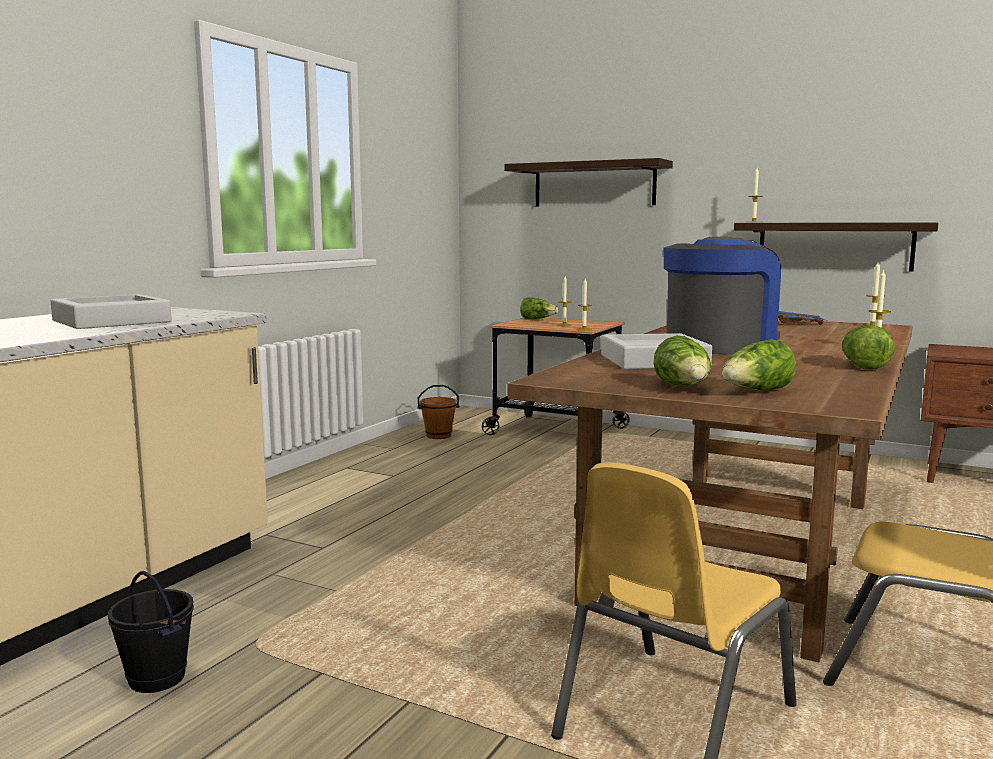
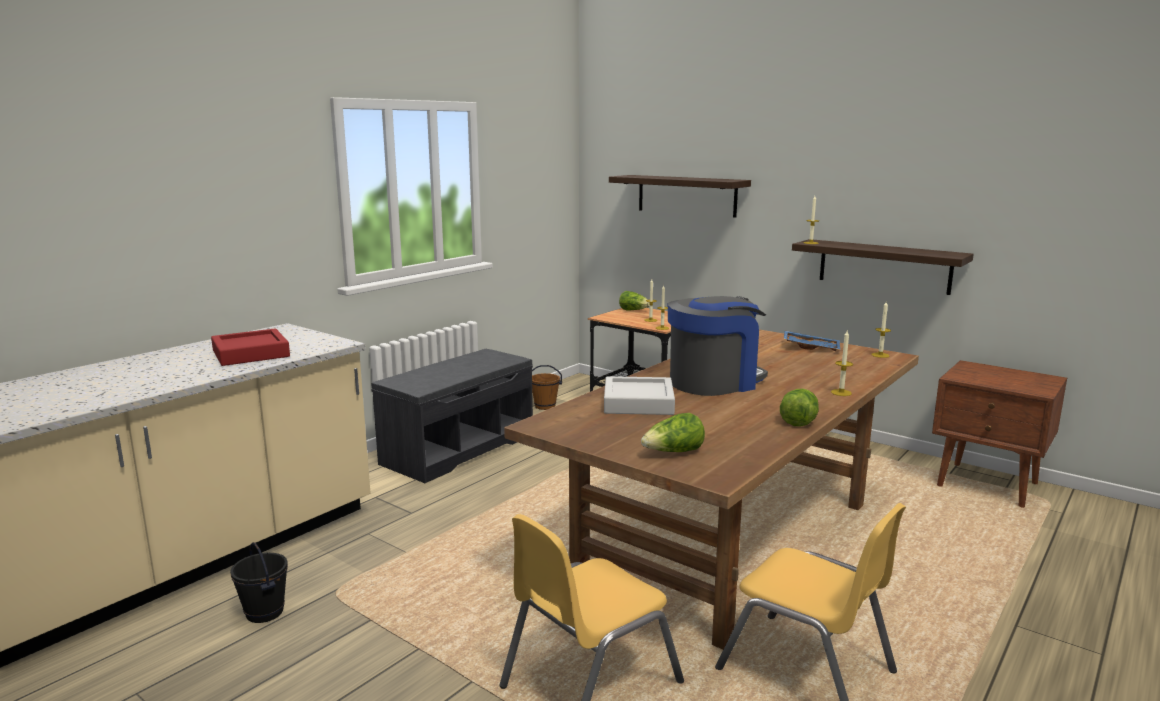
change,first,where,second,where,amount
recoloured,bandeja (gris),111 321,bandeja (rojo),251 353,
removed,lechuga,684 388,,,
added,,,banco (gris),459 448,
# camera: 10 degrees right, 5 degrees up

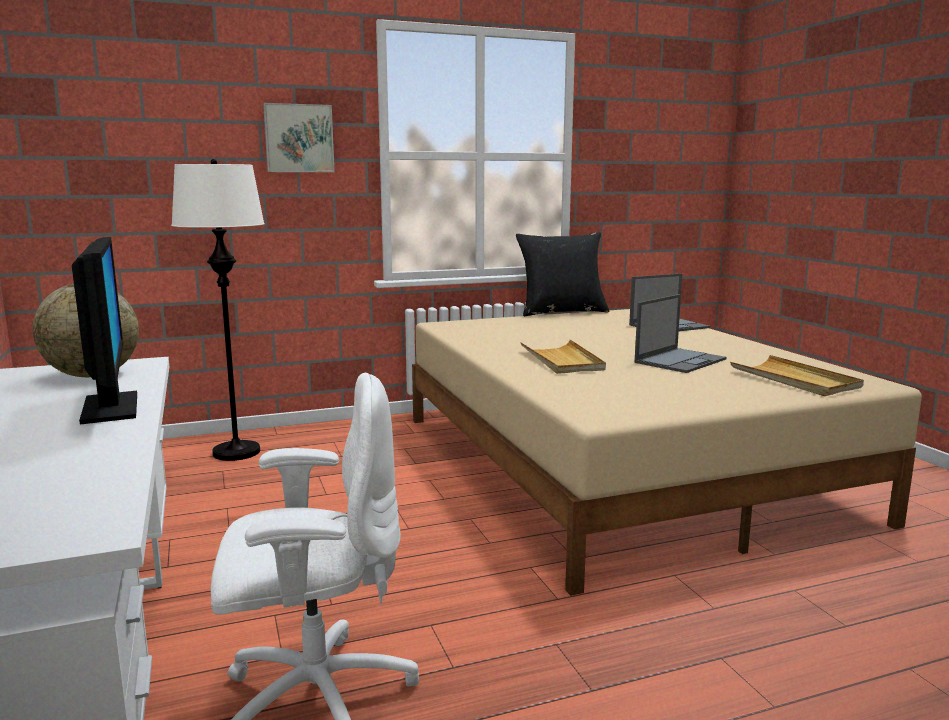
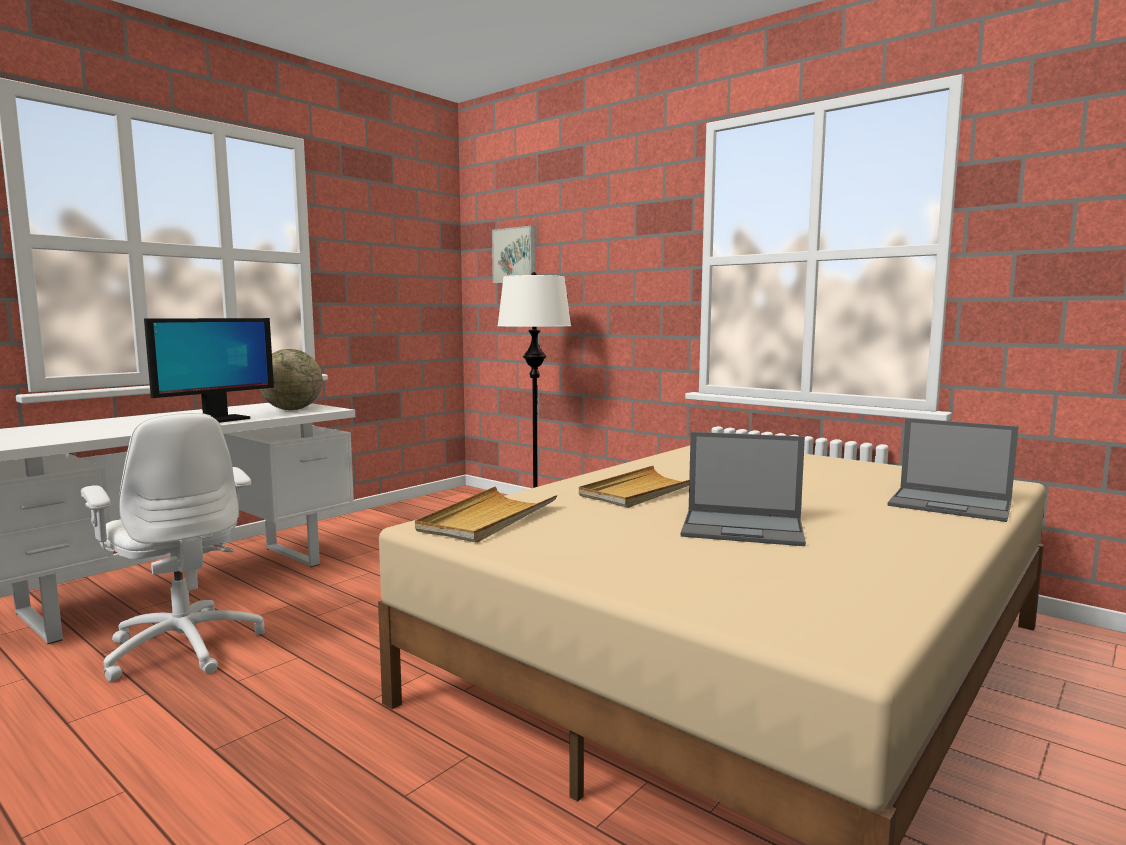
change,first,where,second,where,amount
moved,cuadro,299 138,,515 255,
removed,cojín (negro),561 312,,,
moved,bandeja (beis),795 380,,487 519,
# camera: 60 degrees right, 5 degrees down

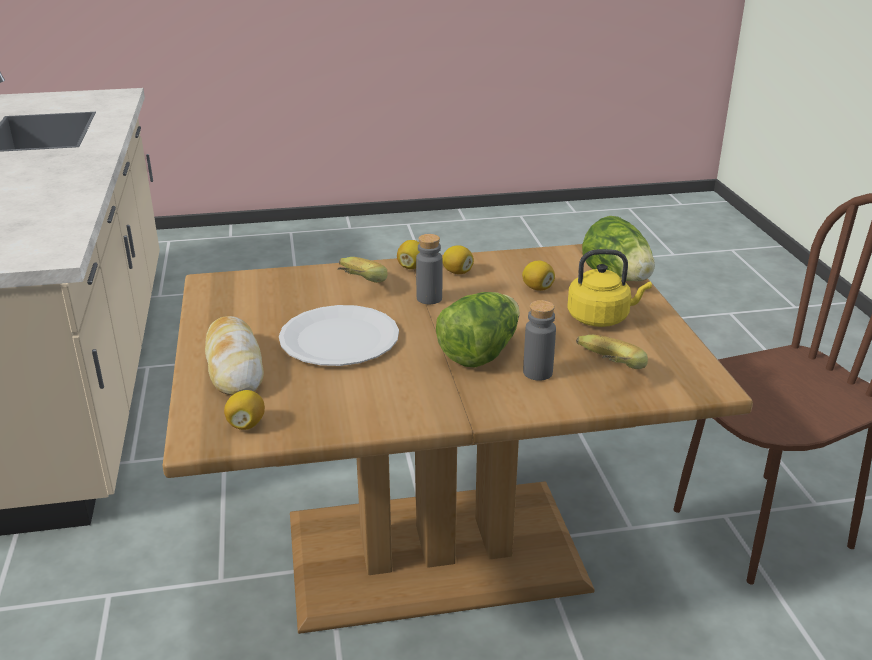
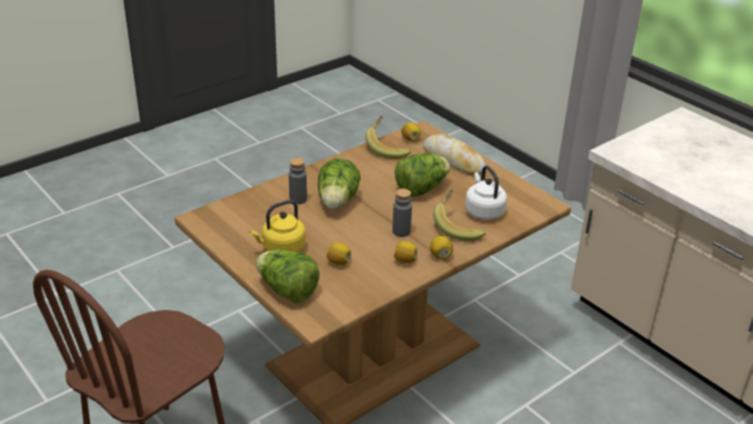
change,first,where,second,where,amount
replaced,plato (blanco),339 339,lechuga,421 189,
moved,plátano,602 371,,388 148,
added,,,hervidor (blanco),483 211,
# camera: 150 degrees right, 5 degrees up

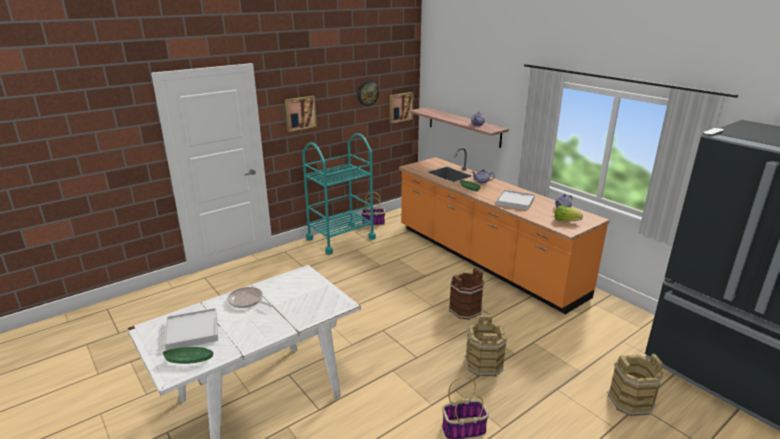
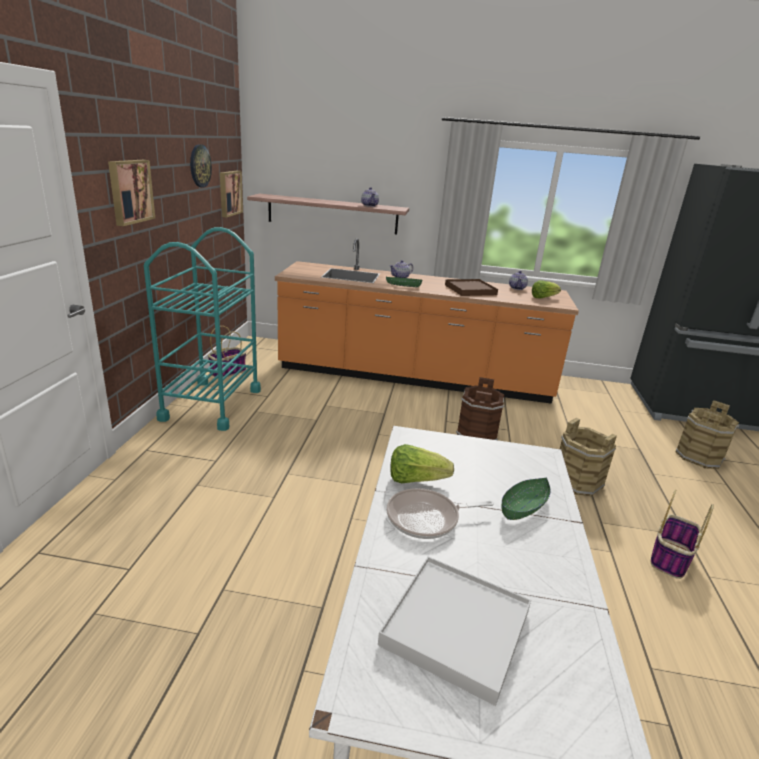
change,first,where,second,where,amount
recoloured,bandeja (blanco),515 201,bandeja (marrón),470 290,
moved,cuenco (verde),189 360,,524 506,
added,,,lechuga,415 479,
# camera: 45 degrees left, 0 degrees up

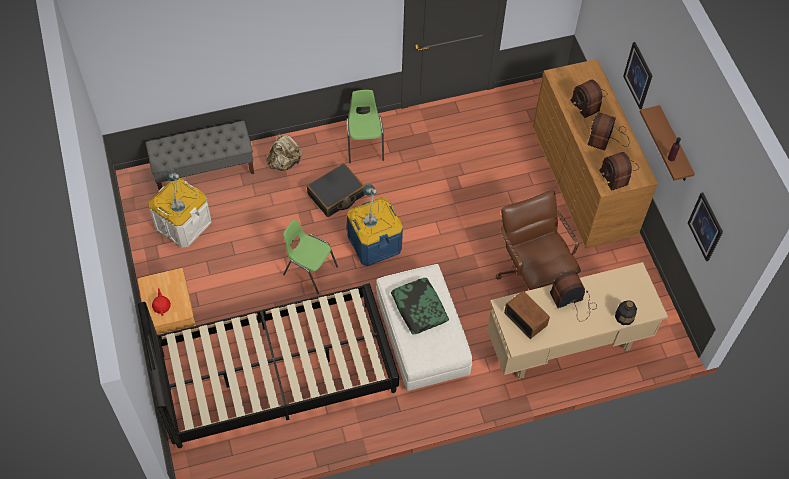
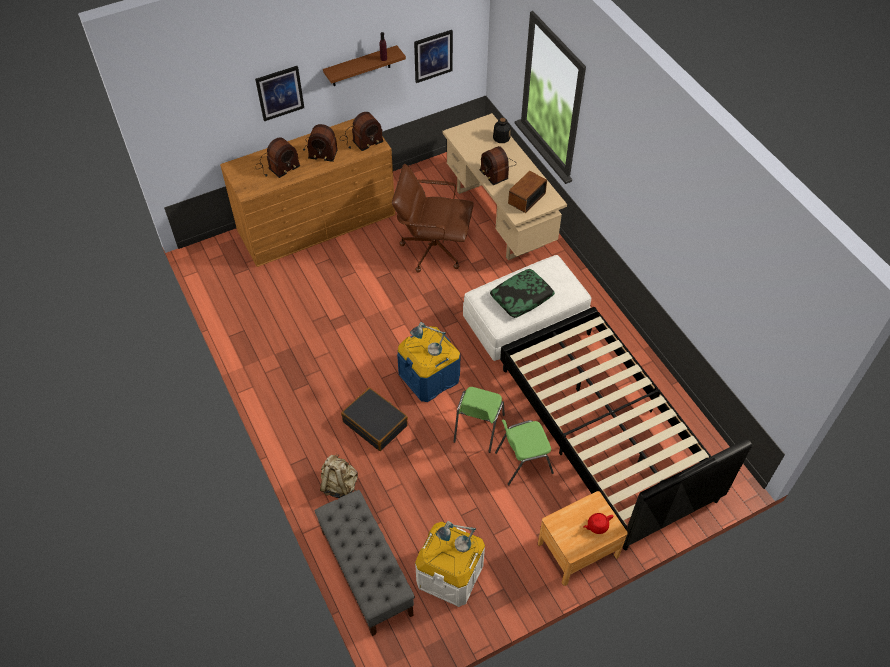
change,first,where,second,where,amount
moved,silla (verde),365 145,,523 462,
turned,silla de oficina (marrón),532 274,,433 248,45 degrees clockwise
# camera: 100 degrees left, 5 degrees down

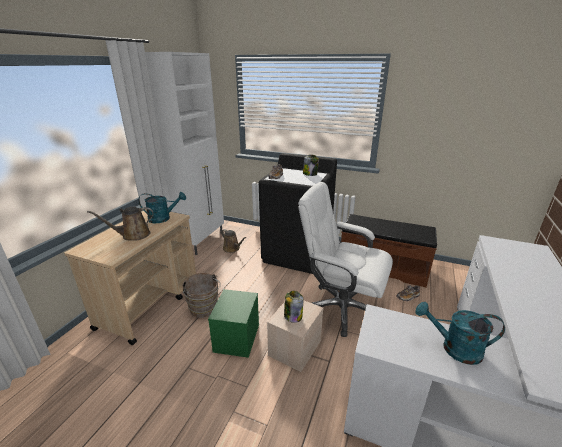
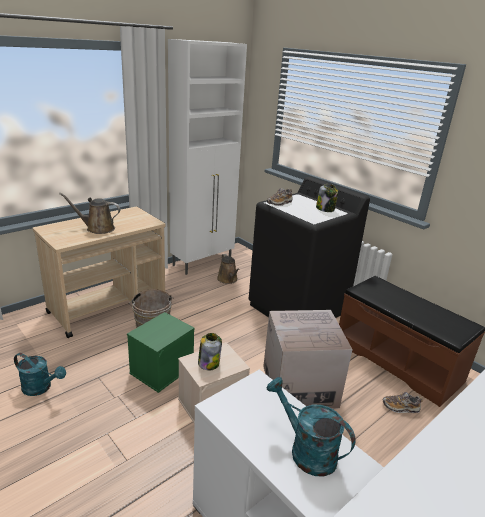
change,first,where,second,where,amount
replaced,silla de oficina (blanco),341 308,caja de cartón,299 386,
moved,regadera (turquesa),163 218,,41 388,
# camera: 25 degrees right, 0 degrees up

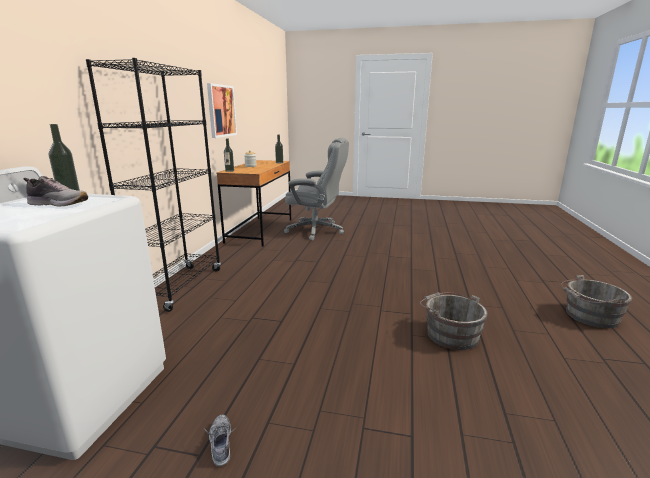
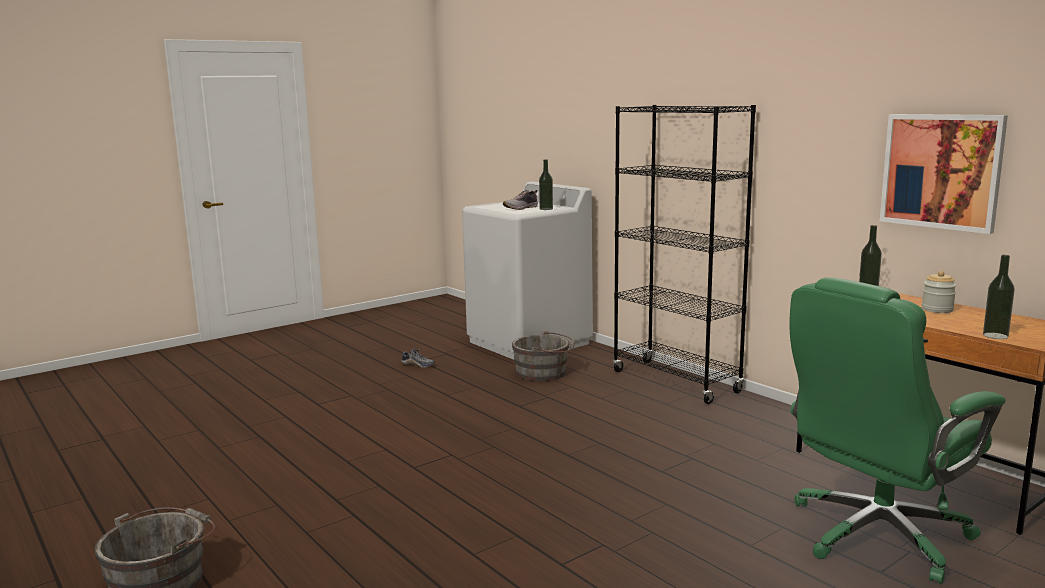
change,first,where,second,where,amount
recoloured,silla de oficina (gris),316 230,silla de oficina (verde),876 535,
moved,cubo (gris),449 334,,544 373,
# camera: 130 degrees right, 5 degrees down

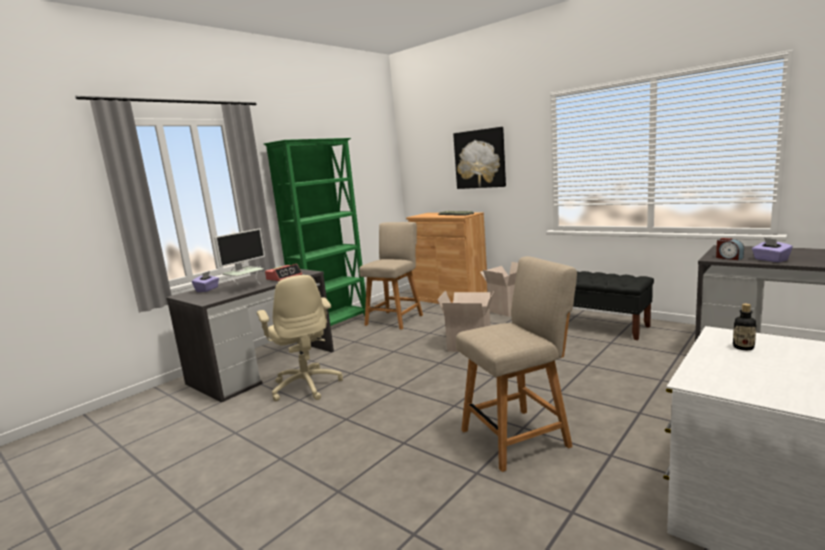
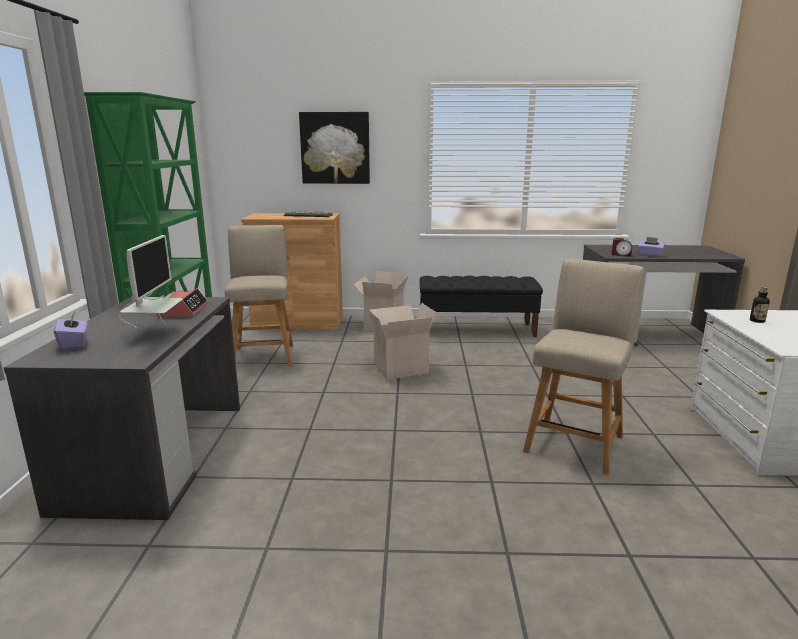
change,first,where,second,where,amount
removed,silla de oficina (beis),306 386,,,
# camera: 40 degrees left, 5 degrees up

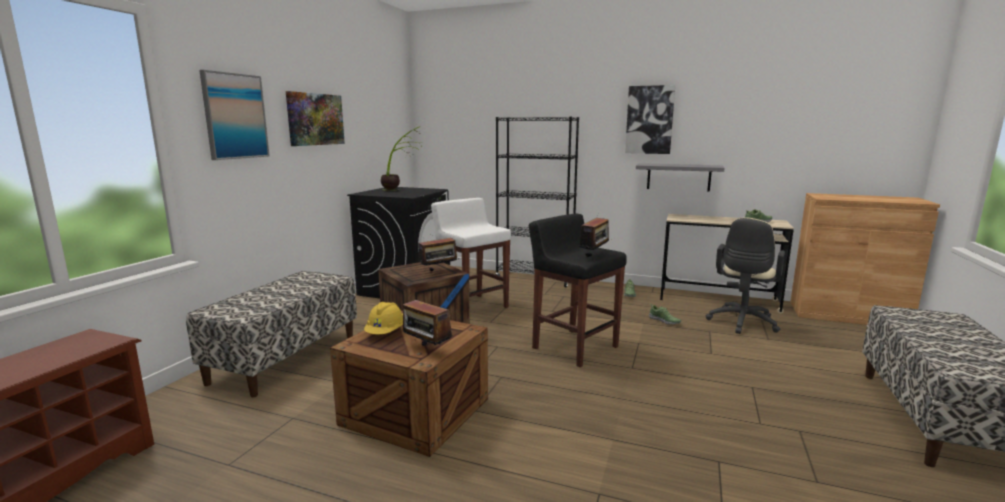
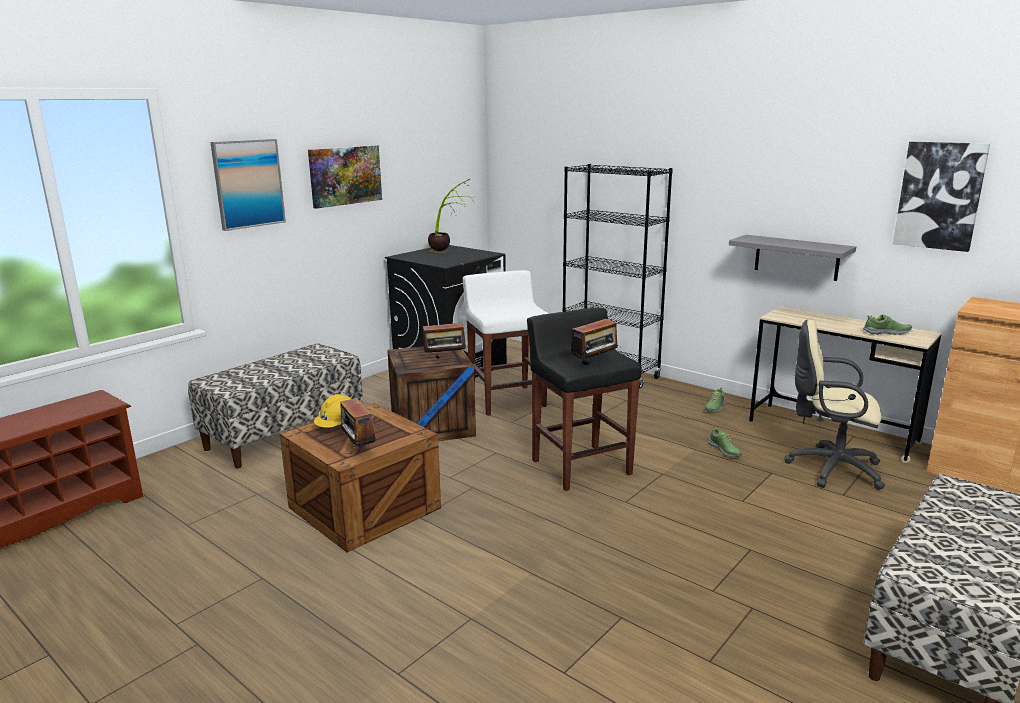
change,first,where,second,where,amount
moved,cuadro,649 120,,939 195,
turned,silla de oficina (beis),741 323,,829 468,60 degrees clockwise
# camera: 20 degrees right, 5 degrees up

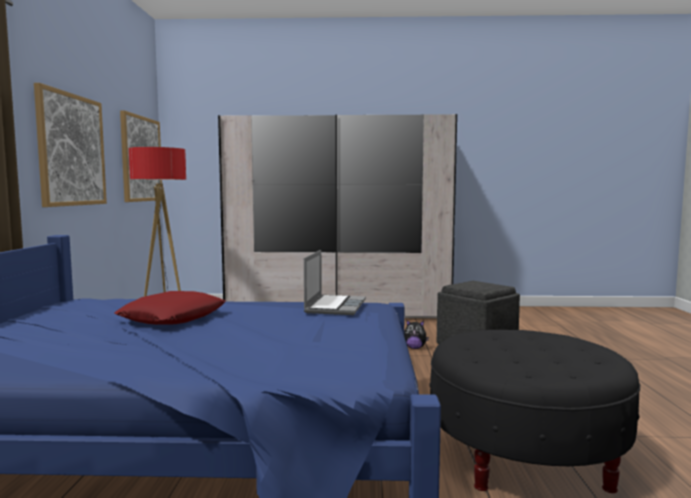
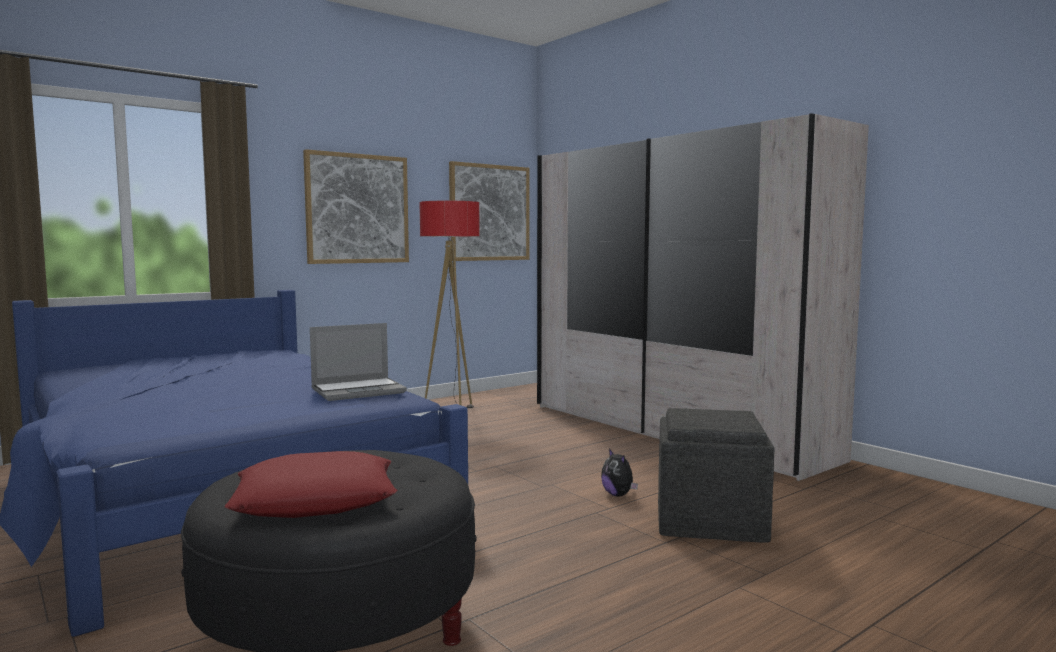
change,first,where,second,where,amount
moved,cojín (rojo),173 317,,316 500,
# camera: 50 degrees right, 0 degrees up

